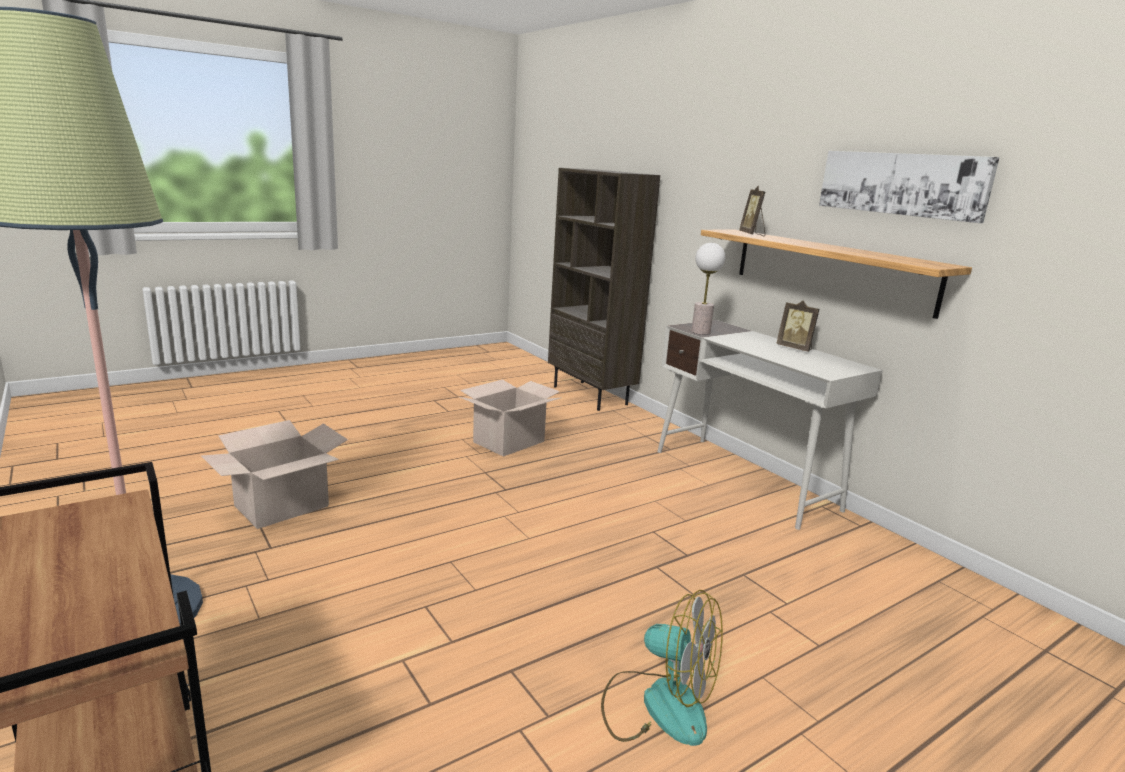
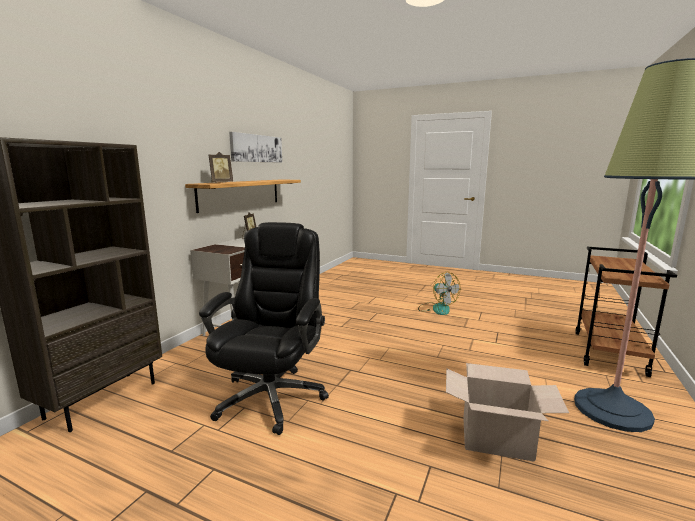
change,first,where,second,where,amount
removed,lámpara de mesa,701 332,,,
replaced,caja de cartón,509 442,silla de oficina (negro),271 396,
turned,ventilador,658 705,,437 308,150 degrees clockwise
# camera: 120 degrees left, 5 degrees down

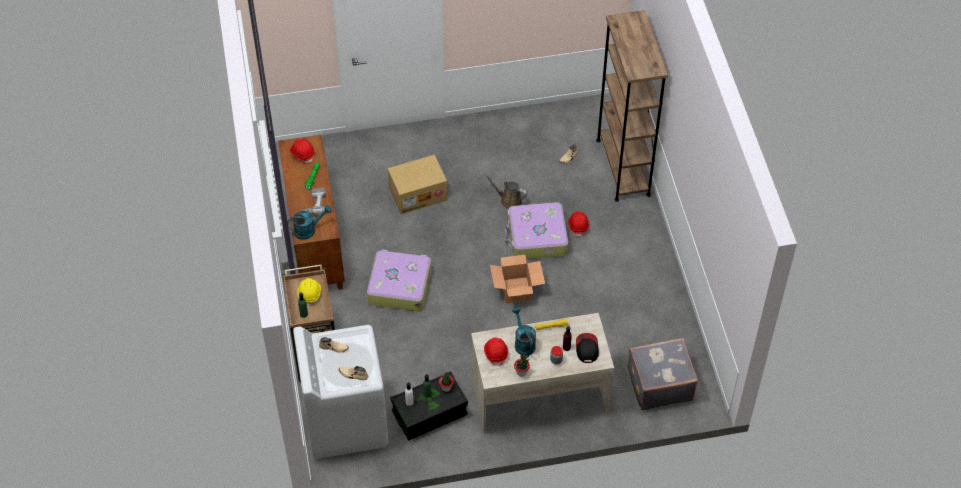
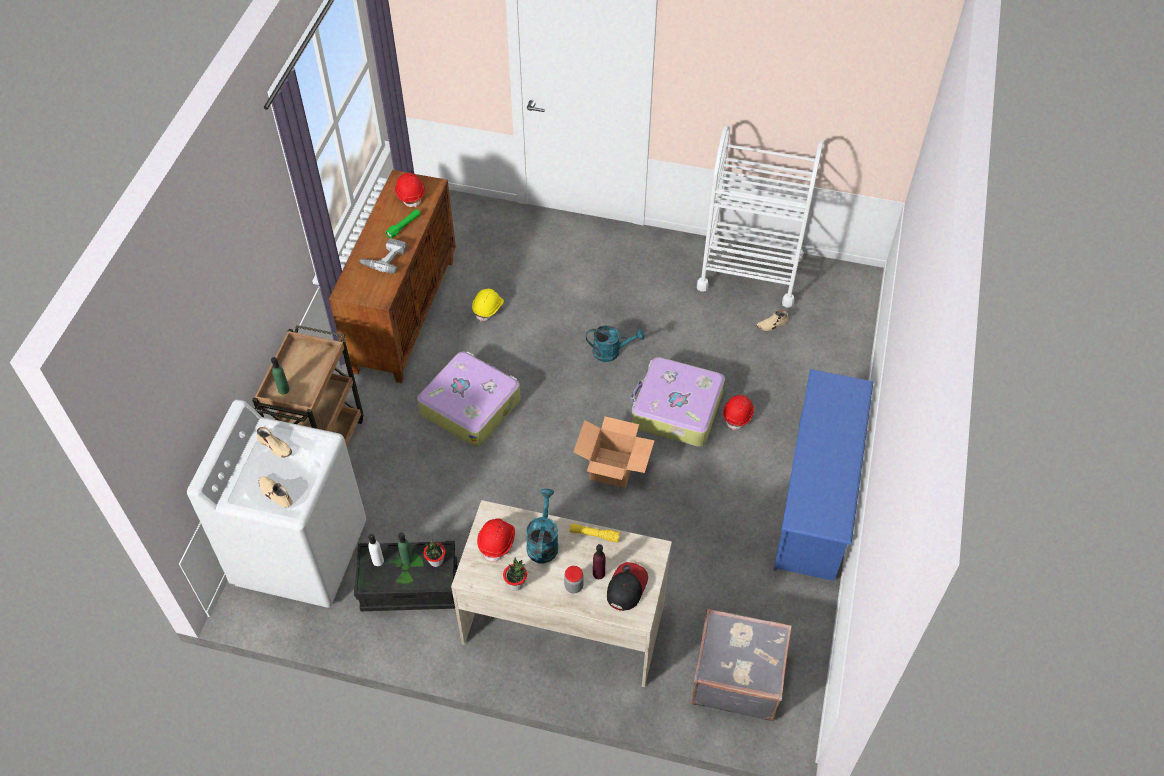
change,first,where,second,where,amount
removed,estantería (marrón),623 167,,,
removed,caja de cartón,418 193,,,
removed,regadera (marrón),509 200,,,
moved,regadera (turquesa),308 230,,611 352,
moved,casco (amarillo),310 294,,488 308,
added,,,carrito (blanco),749 272,
added,,,zapatero (azul),816 499,
# camera: 25 degrees right, 0 degrees up

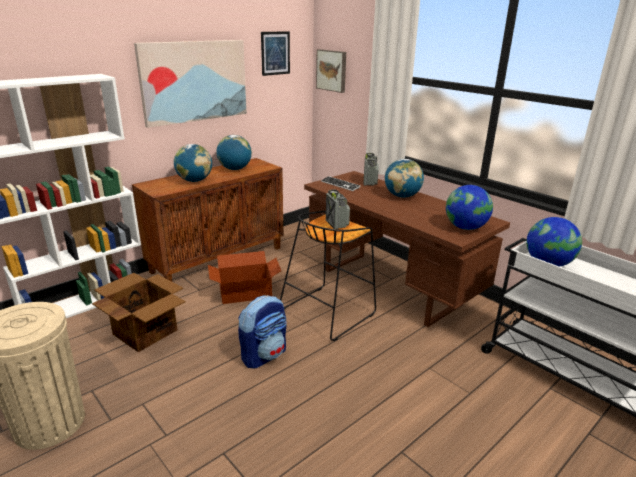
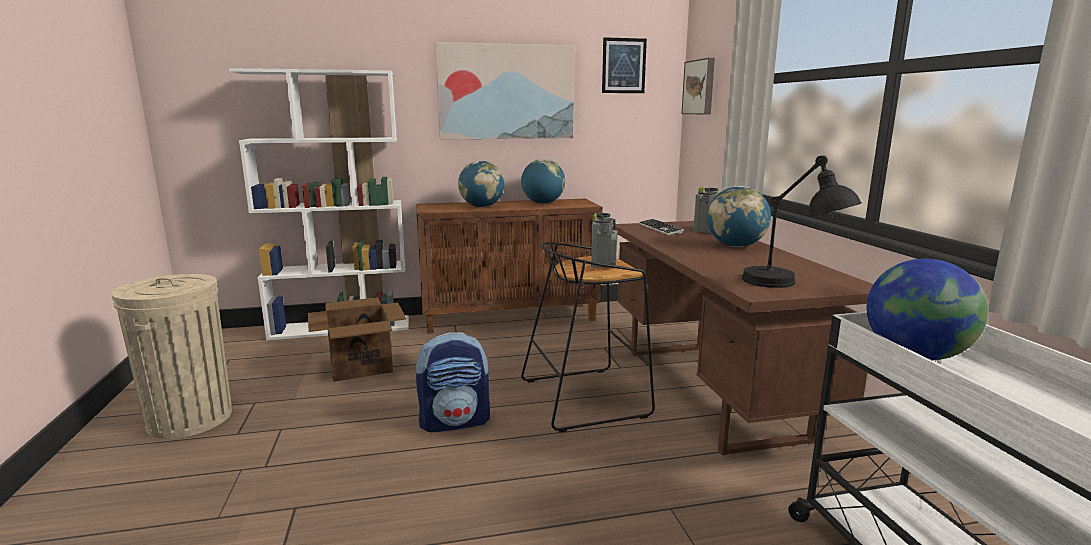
change,first,where,second,where,amount
replaced,globo terráqueo,465 228,lámpara de mesa (negro),791 285,
removed,caja de cartón,246 293,,,
# camera: 30 degrees right, 10 degrees down

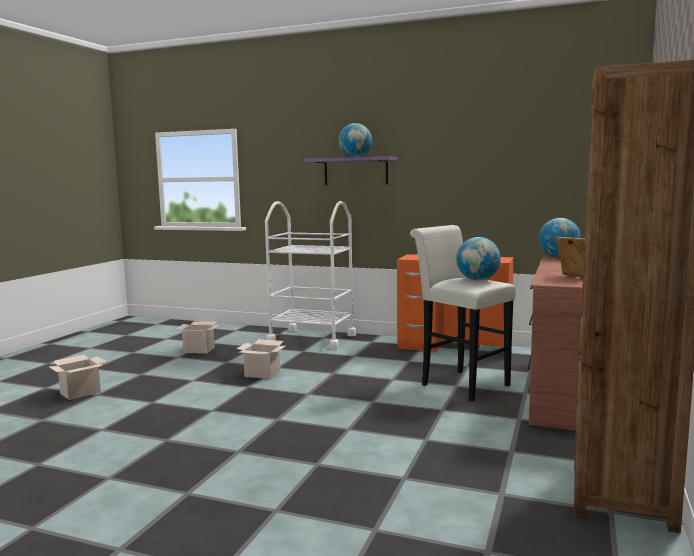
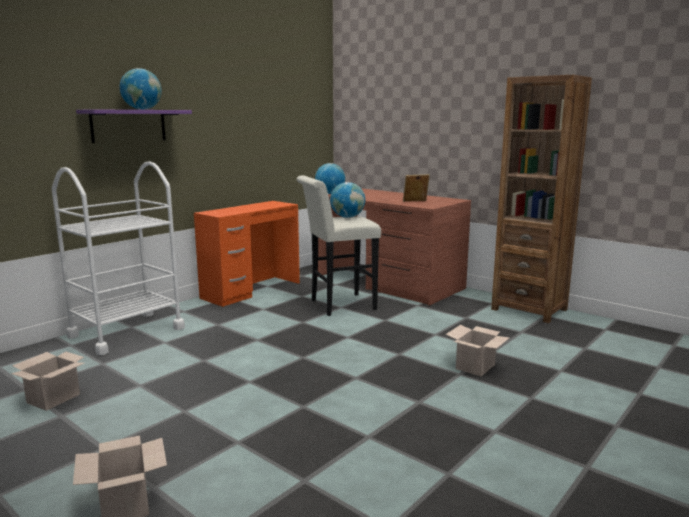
change,first,where,second,where,amount
moved,caja de cartón,261 374,,475 367,
# camera: 70 degrees left, 5 degrees up

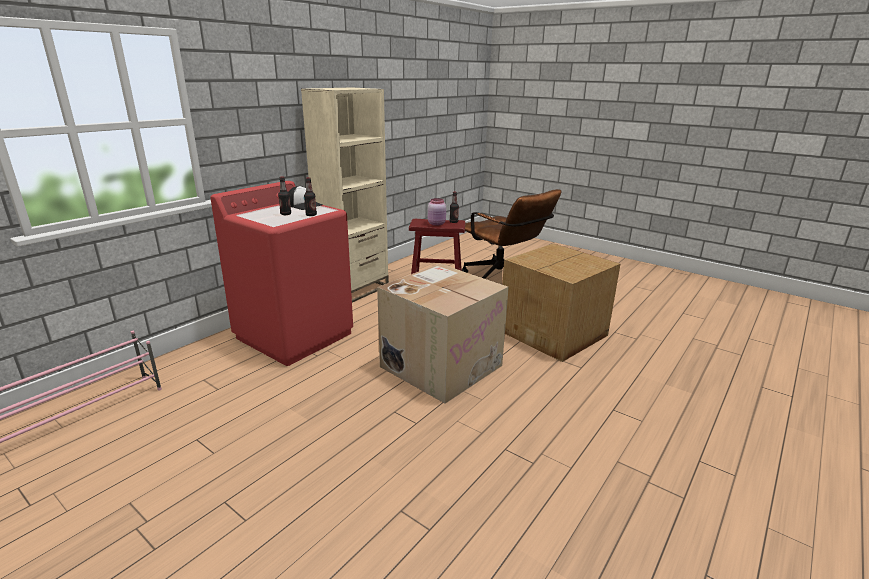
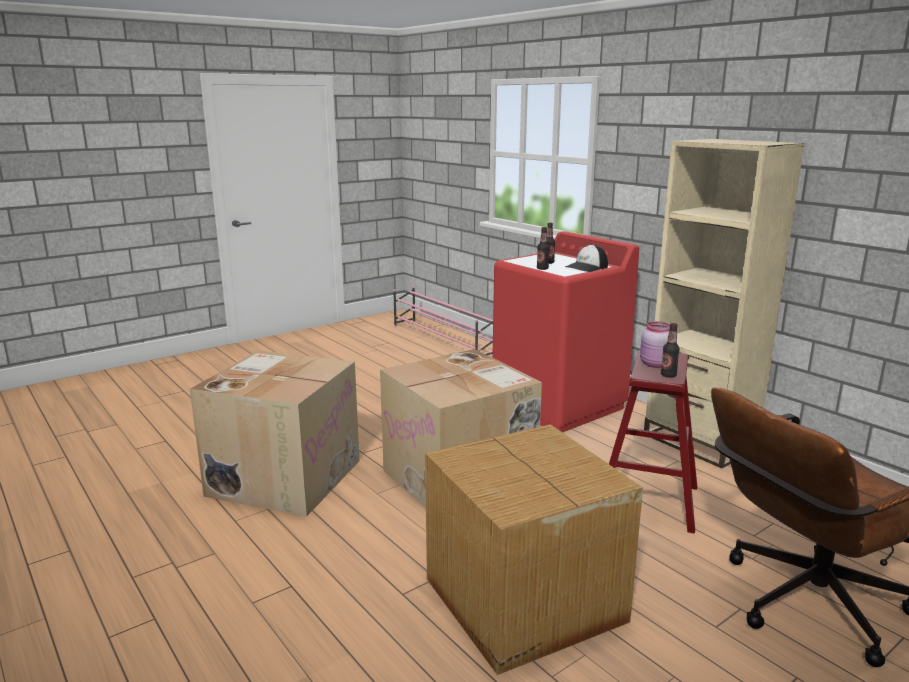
change,first,where,second,where,amount
added,,,caja de cartón,284 476,
# camera: 105 degrees right, 5 degrees down

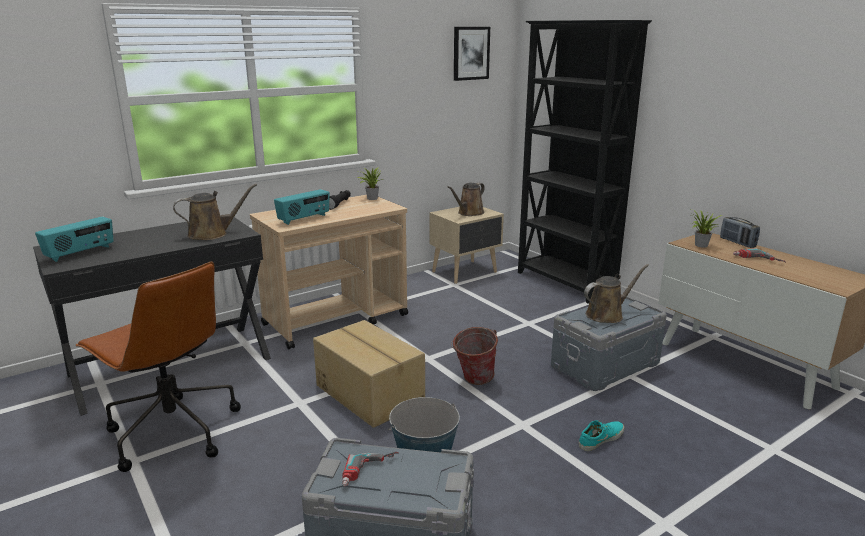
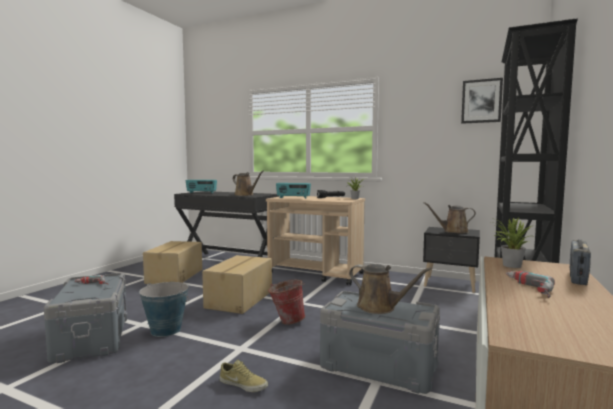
change,first,where,second,where,amount
recoloured,mesita de noche (beis),466 272,mesita de noche (negro),450 285,
replaced,silla de oficina (marrón),172 431,caja de cartón,174 276,
recoloured,zapato (turquesa),600 439,zapato (beis),244 384,
# camera: 60 degrees right, 15 degrees down

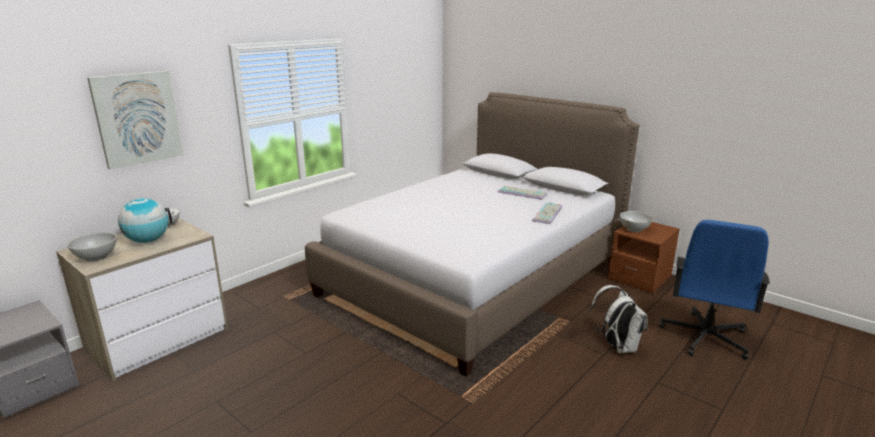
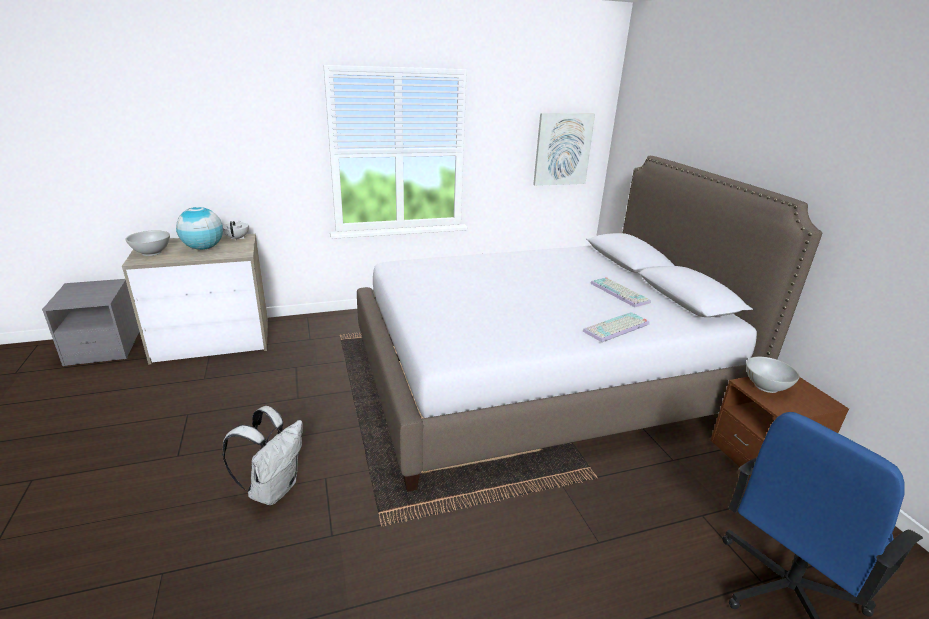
change,first,where,second,where,amount
moved,cuadro,137 118,,562 149,
moved,mochila (blanco),617 346,,273 488,
# camera: 30 degrees right, 5 degrees up

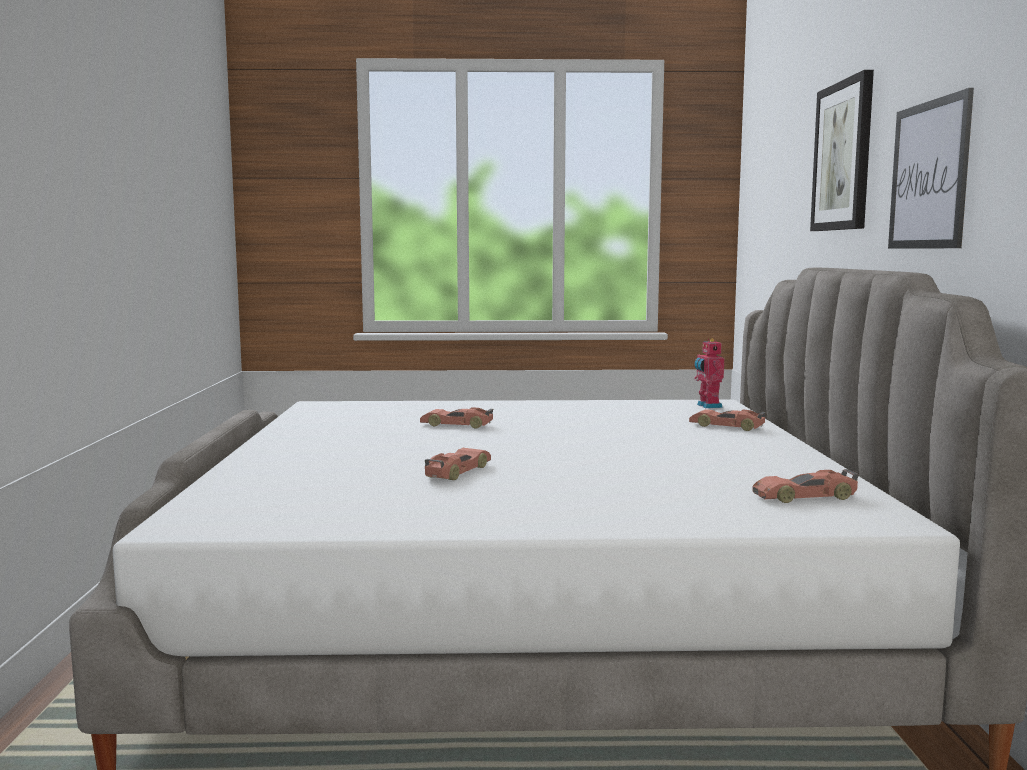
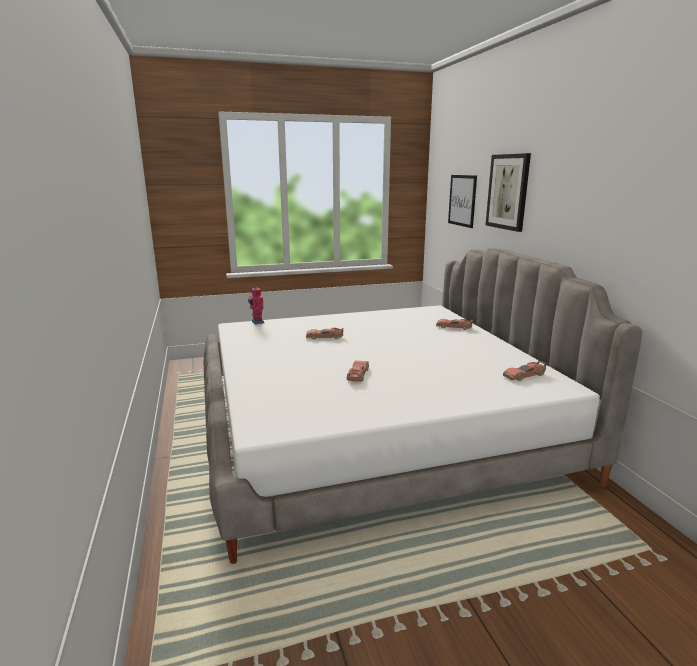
change,first,where,second,where,amount
moved,cuadro,929 175,,462 200,
moved,robot de juguete,707 406,,257 322,
# camera: 15 degrees left, 10 degrees up

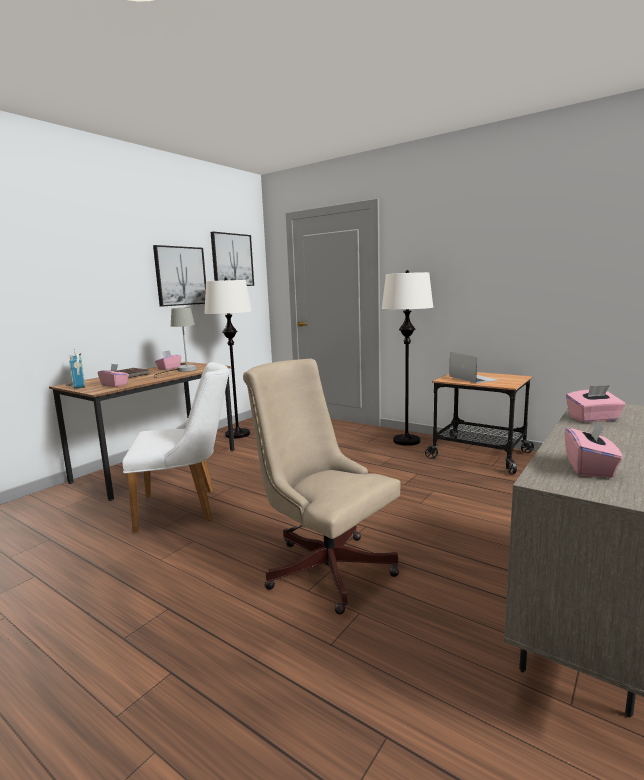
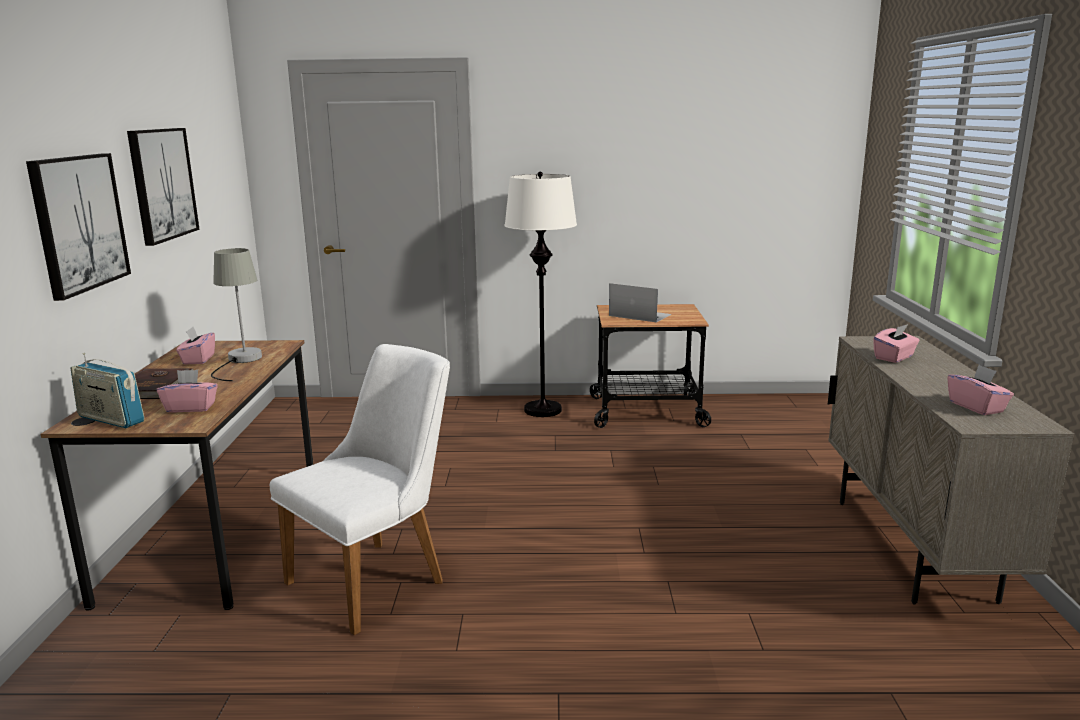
change,first,where,second,where,amount
moved,cuadro,232 260,,79 223,
removed,lámpara de pie (blanco),238 434,,,
removed,silla de oficina (beis),324 565,,,
# camera: 35 degrees left, 5 degrees up

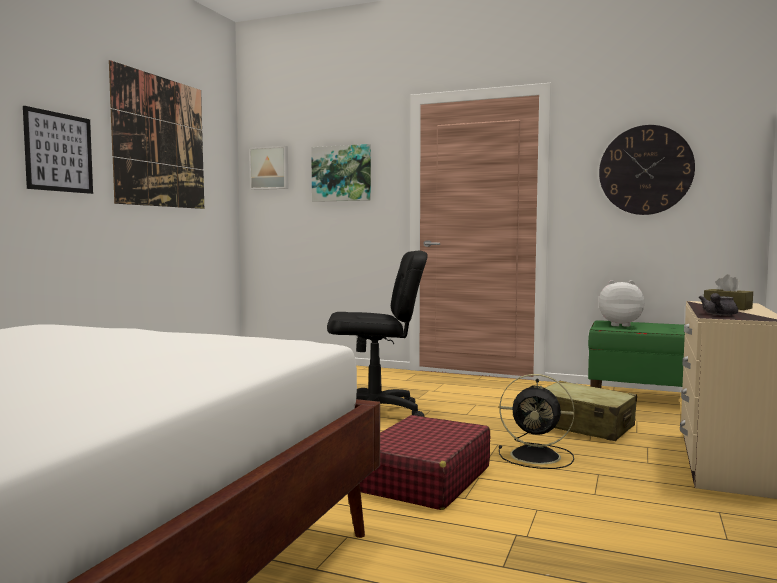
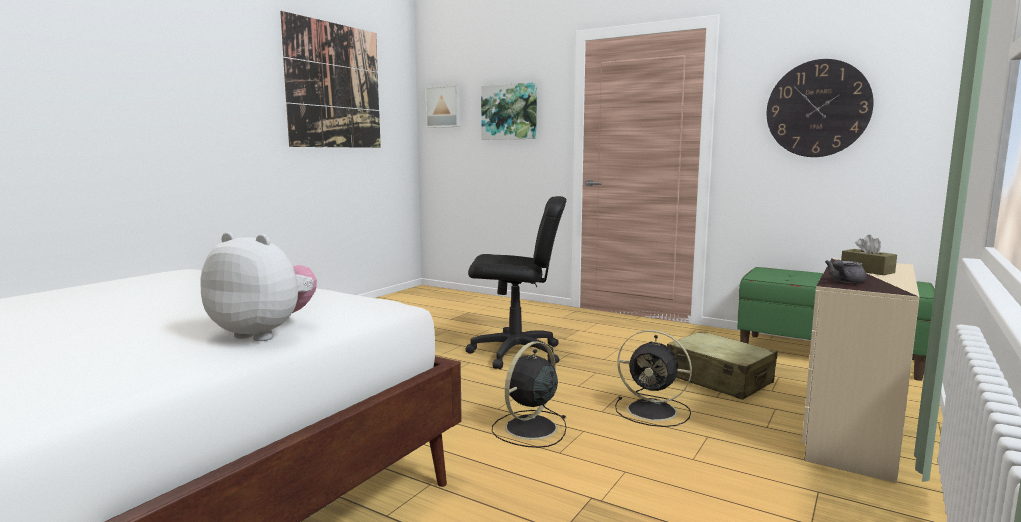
change,first,where,second,where,amount
removed,cuadro,59 152,,,
moved,peluche,619 325,,264 333,
replaced,maleta (rojo),424 479,ventilador (negro),529 429,
# camera: 10 degrees right, 5 degrees up

